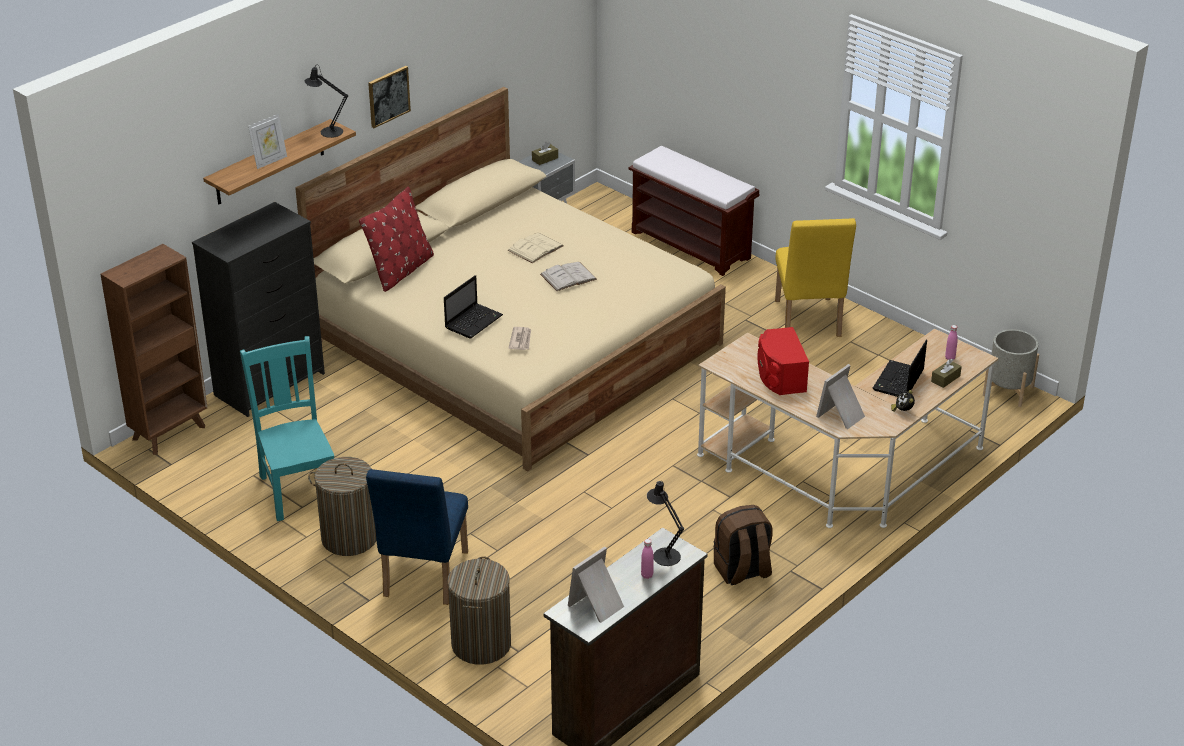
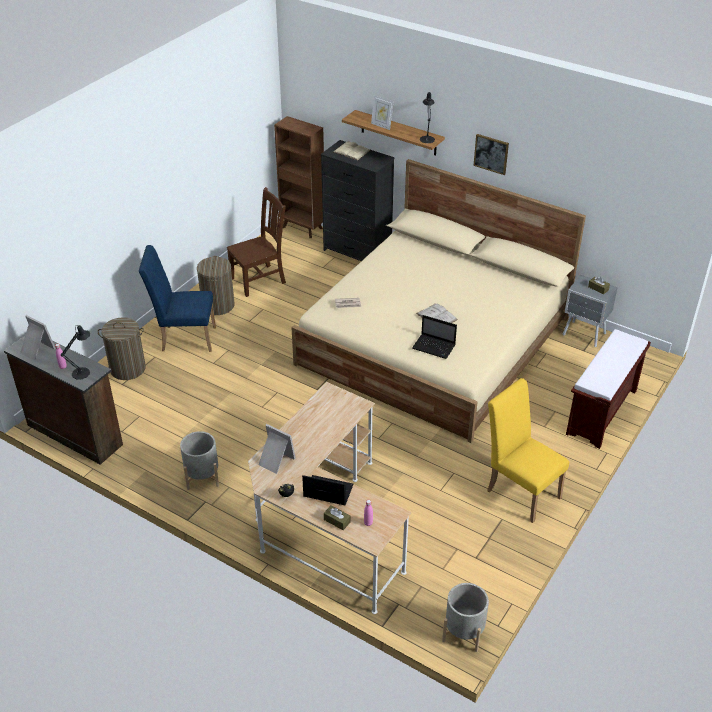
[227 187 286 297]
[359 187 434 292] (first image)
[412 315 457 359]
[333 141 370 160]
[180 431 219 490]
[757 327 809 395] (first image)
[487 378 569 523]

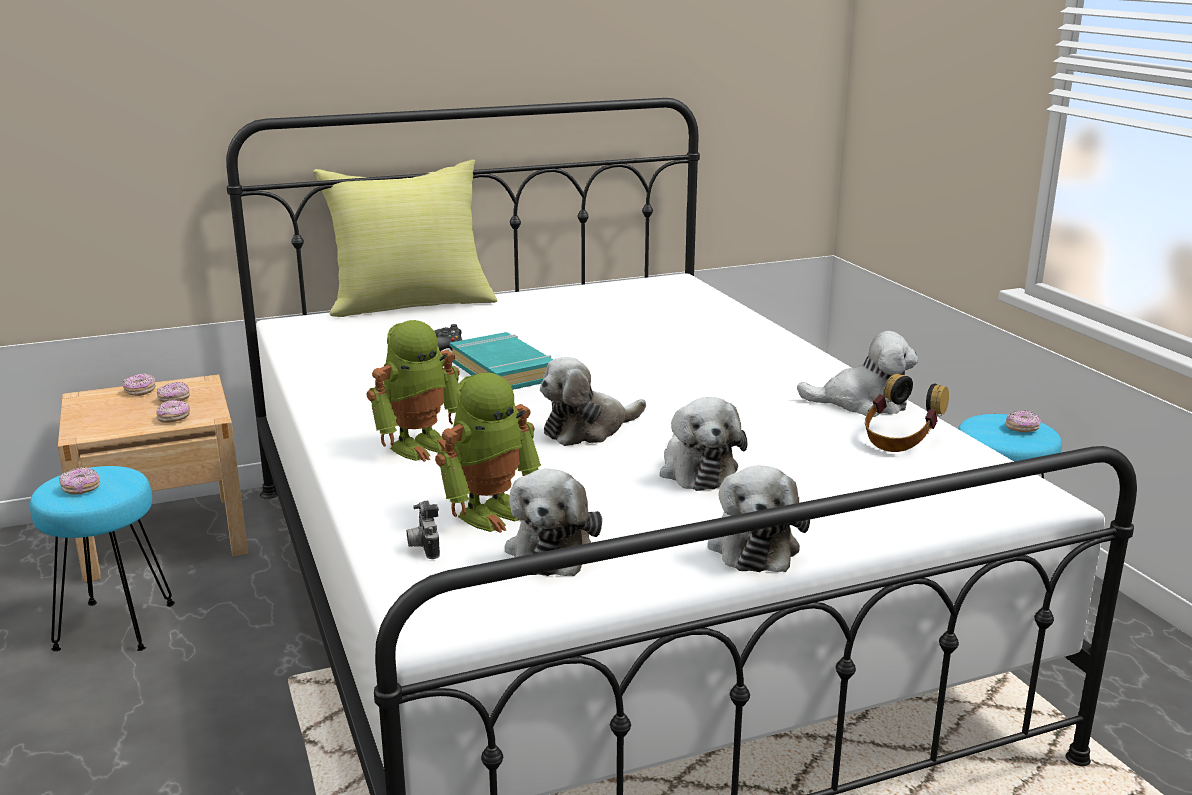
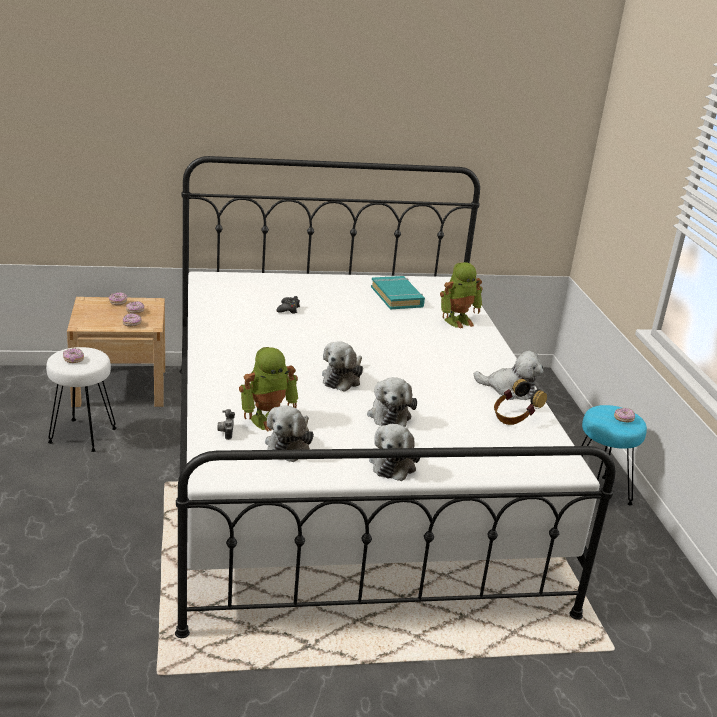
[46 347 117 452]
[313 160 497 317] (first image)
[440 262 483 329]
[371 276 425 309]
[322 341 363 392]

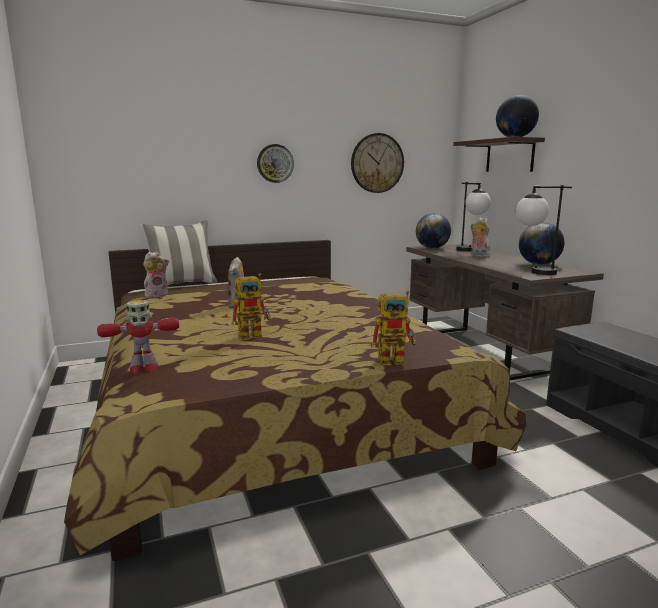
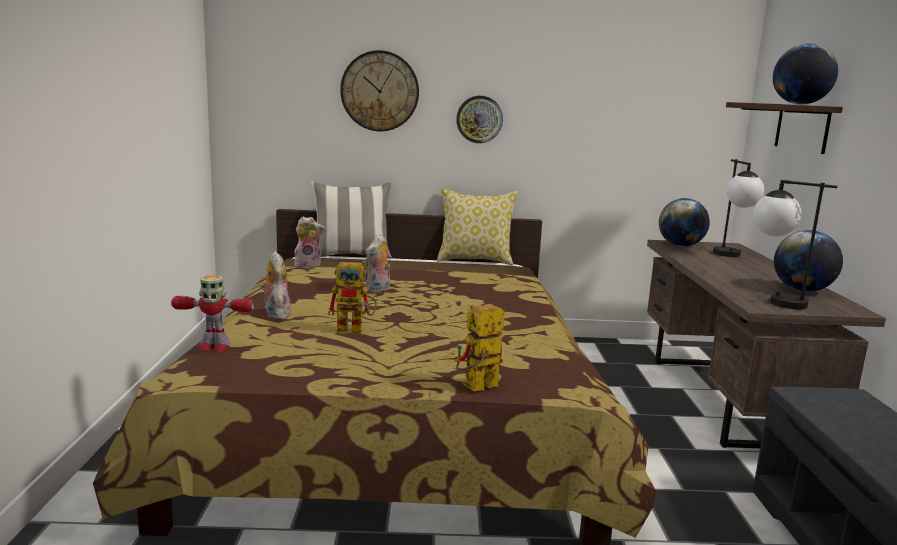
[340 50 419 131]
[454 304 504 391]
[260 251 291 319]
[437 188 517 265]

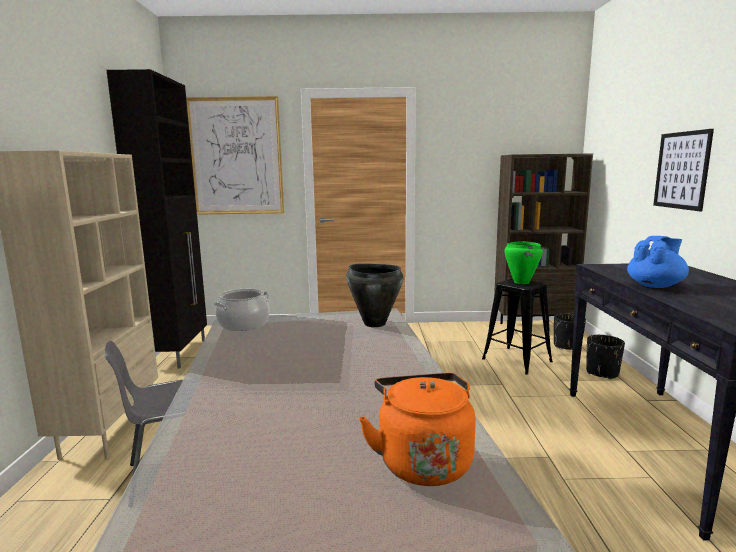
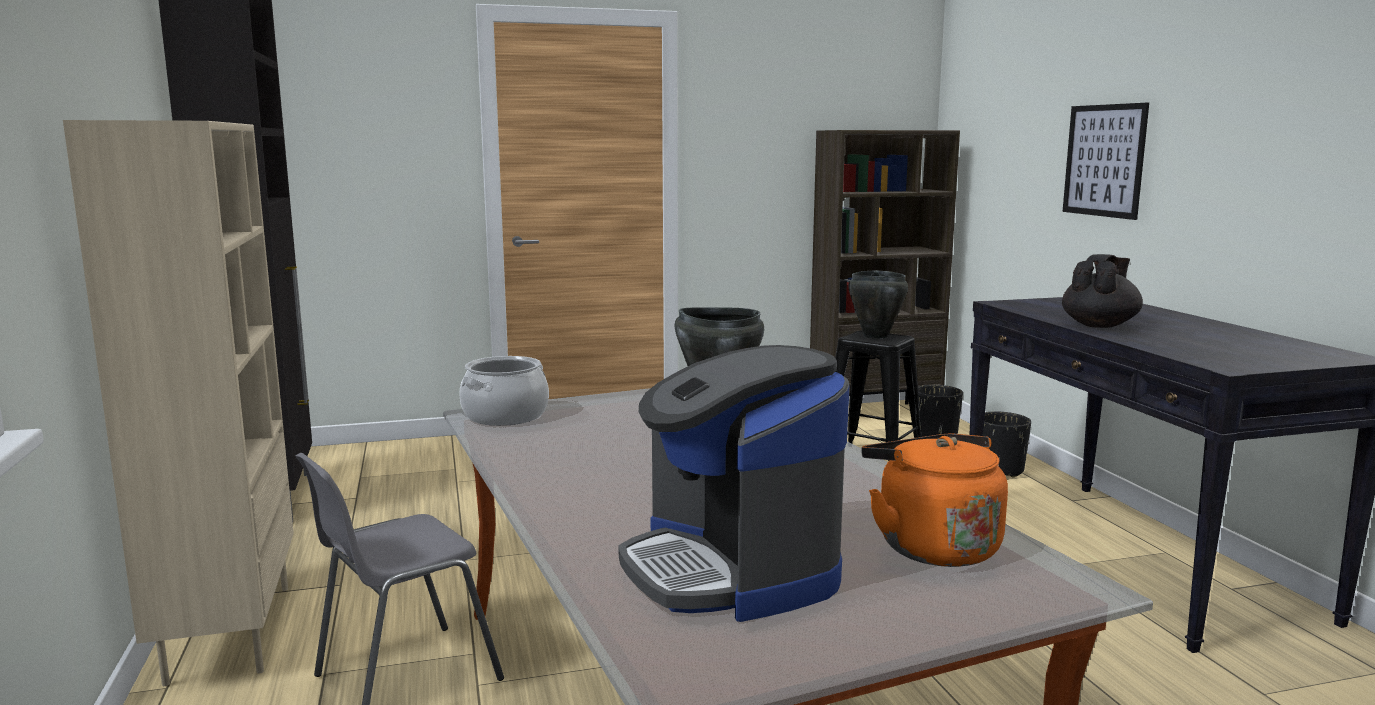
[186 96 284 215] (first image)
[849 270 908 339]
[1062 254 1143 328]
[618 345 849 622]

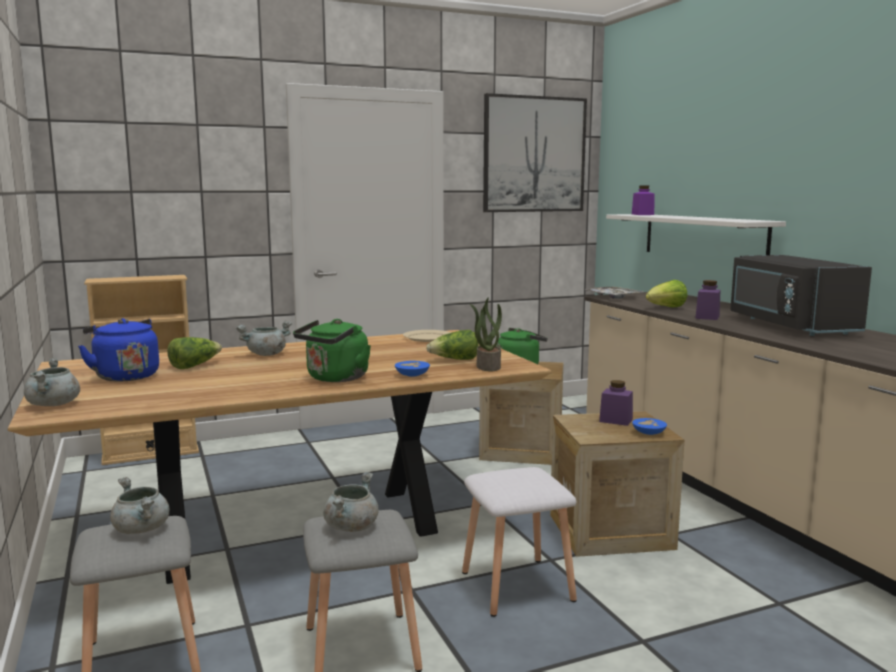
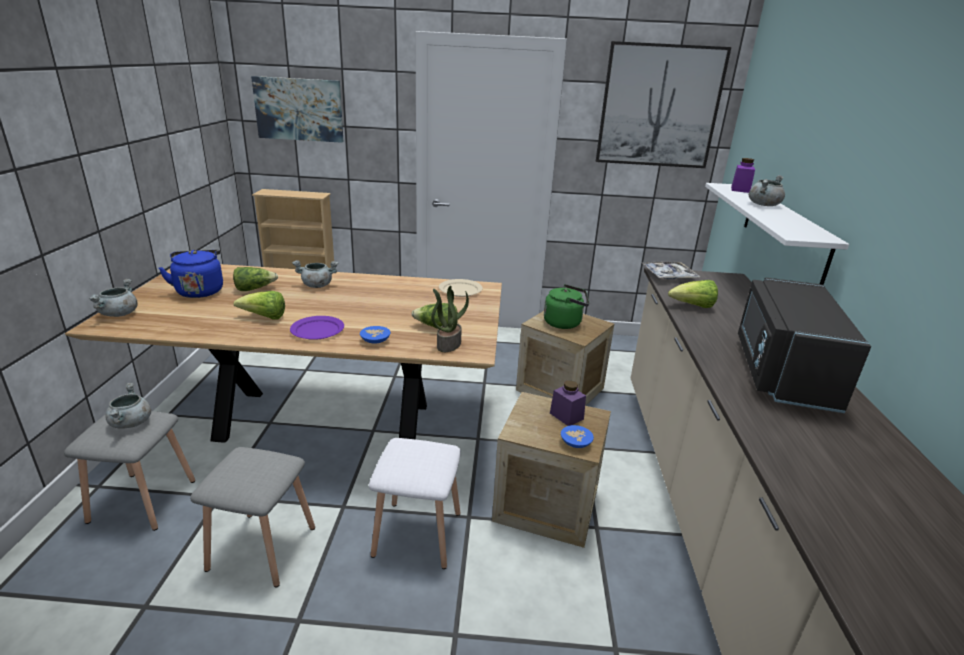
[290 316 344 340]
[749 175 785 206]
[695 280 720 320] (first image)
[234 291 285 319]
[251 76 343 143]

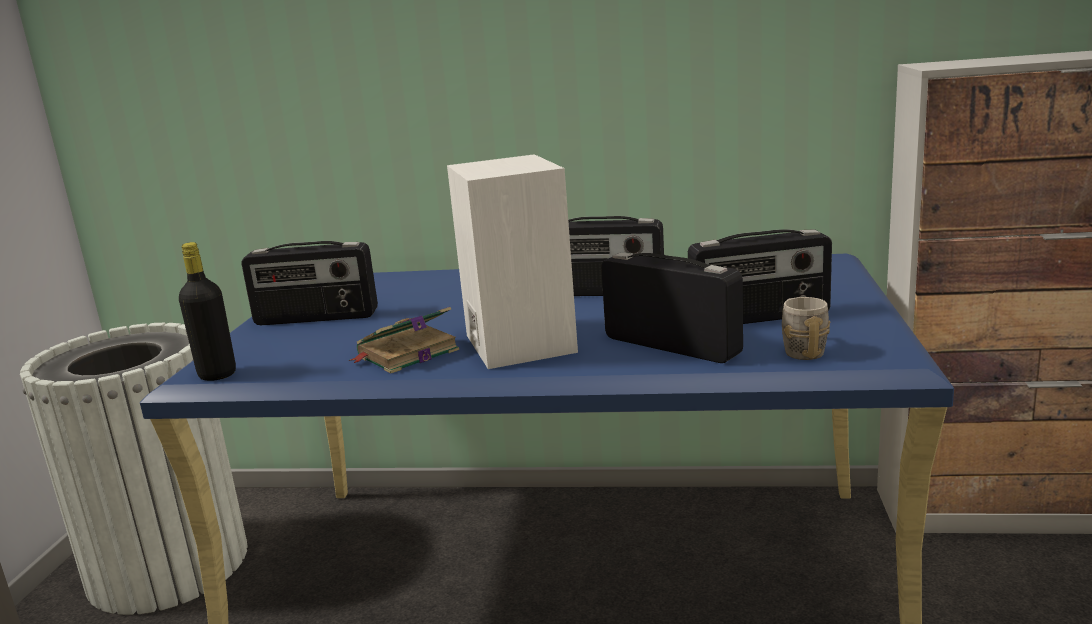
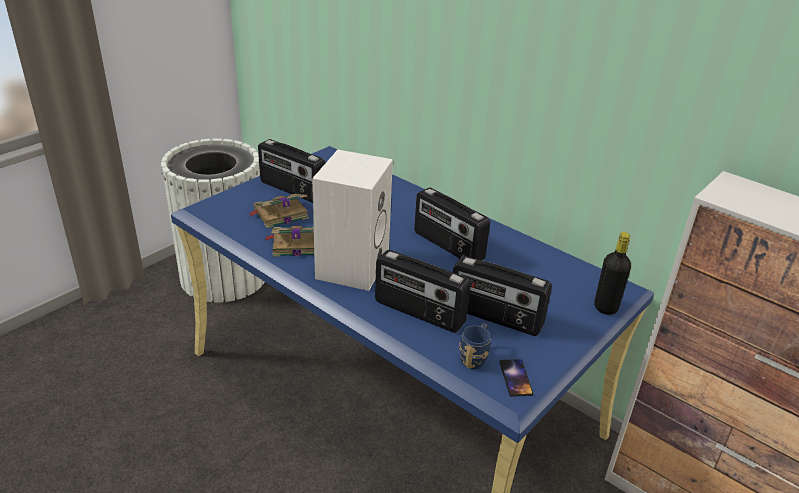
[594 232 631 315]
[375 250 471 333]
[459 323 491 369]
[248 194 309 228]
[500 359 533 397]

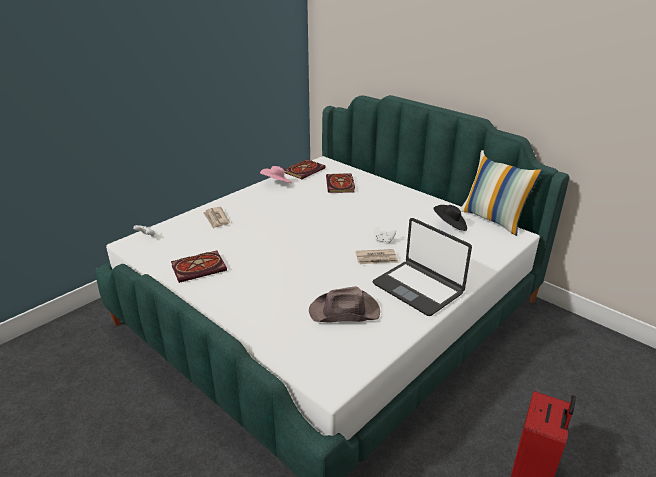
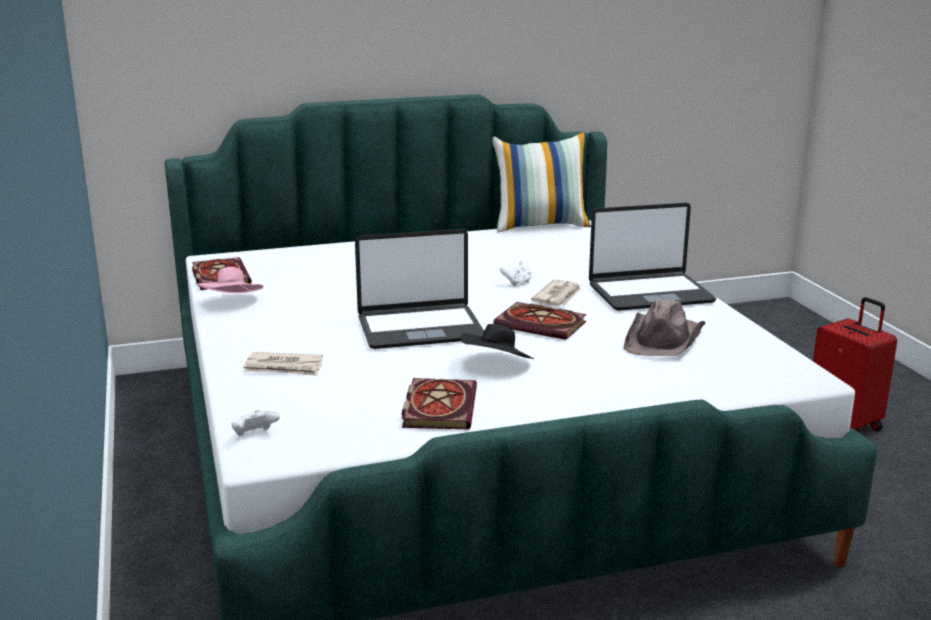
[493 302 587 340]
[460 324 534 359]
[355 229 484 349]

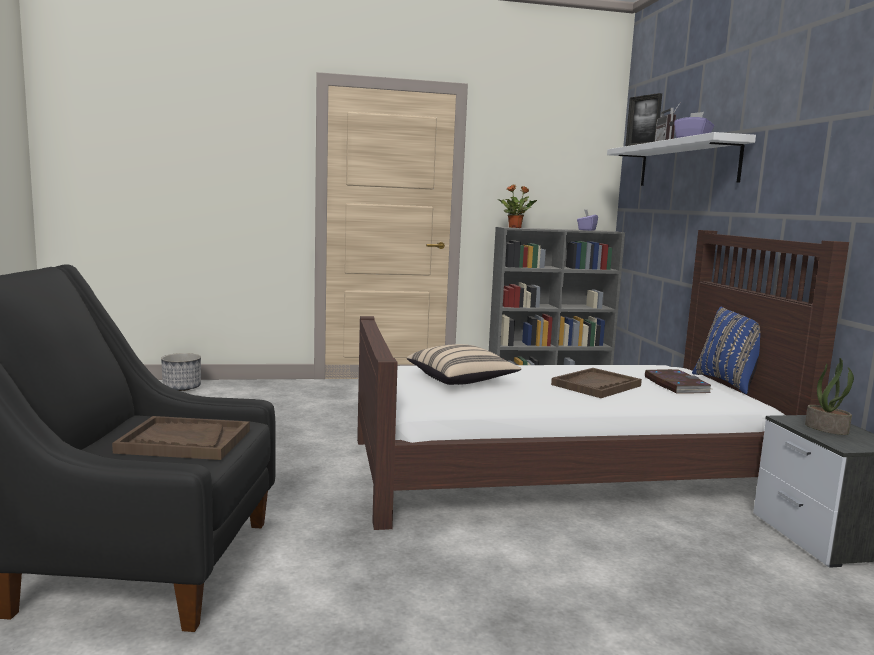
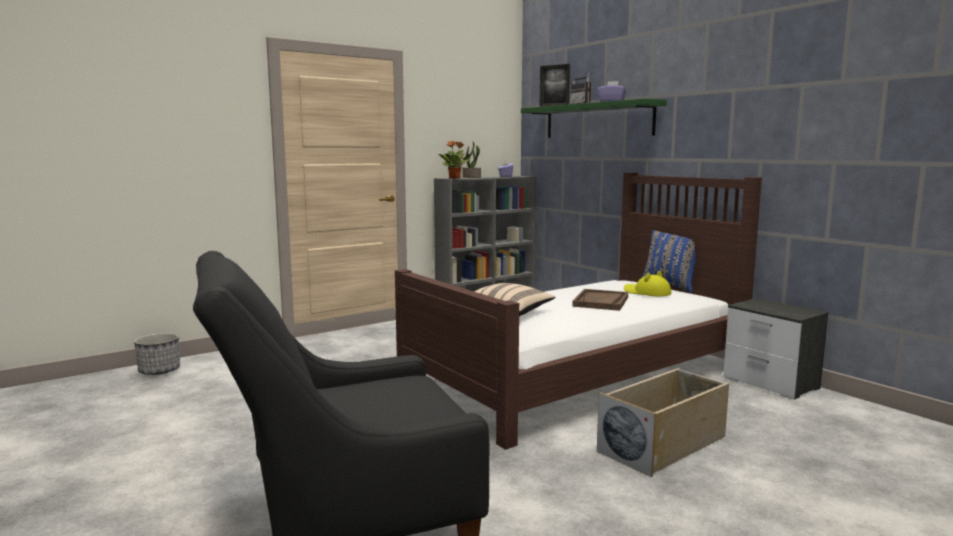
[112 416 250 460] (first image)
[521 98 667 138]
[624 271 671 296]
[462 142 481 178]
[597 368 729 477]

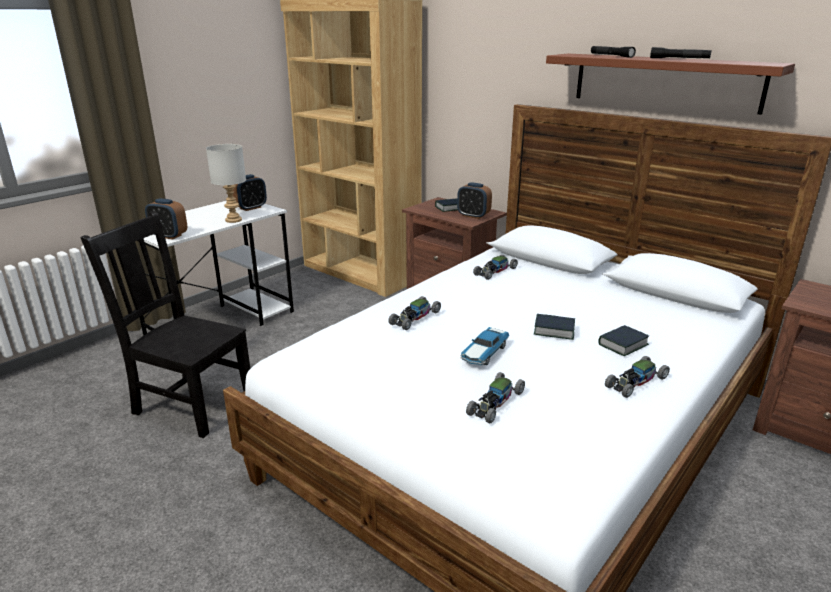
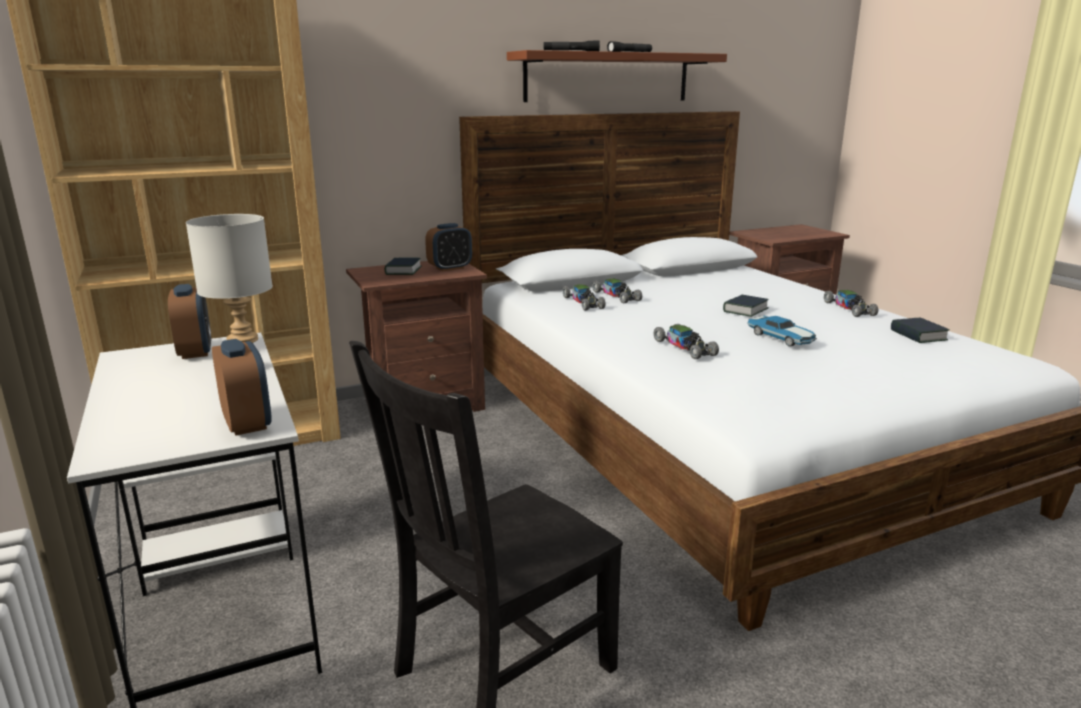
[212 339 272 436]
[592 278 642 303]
[891 318 950 343]

